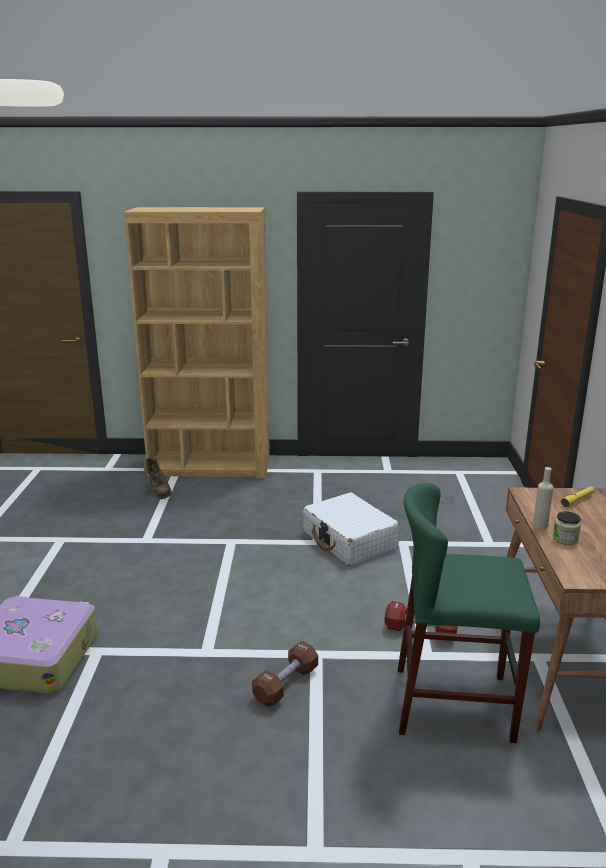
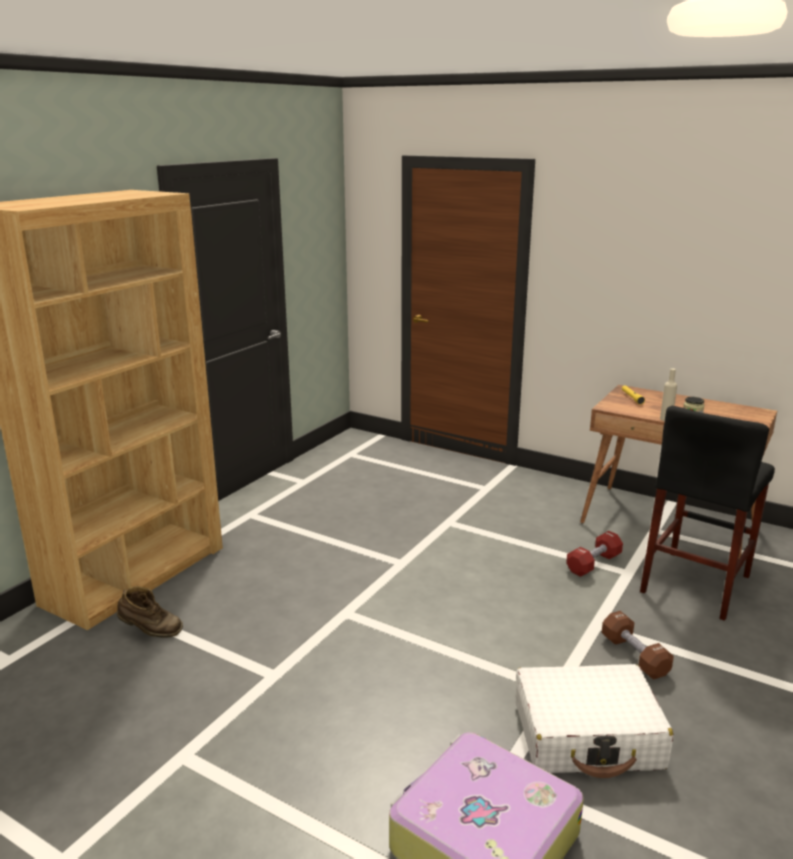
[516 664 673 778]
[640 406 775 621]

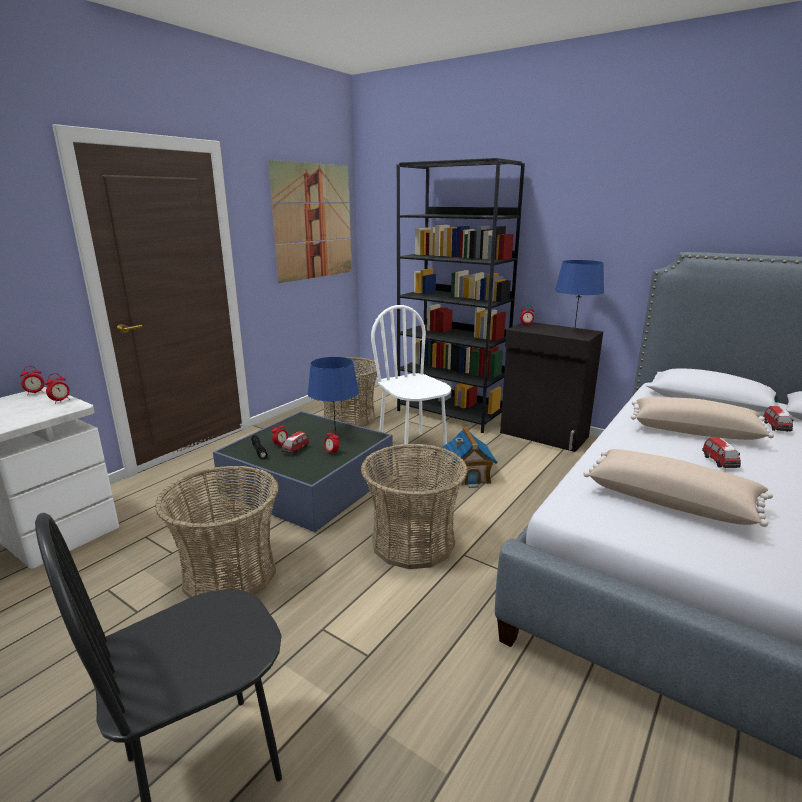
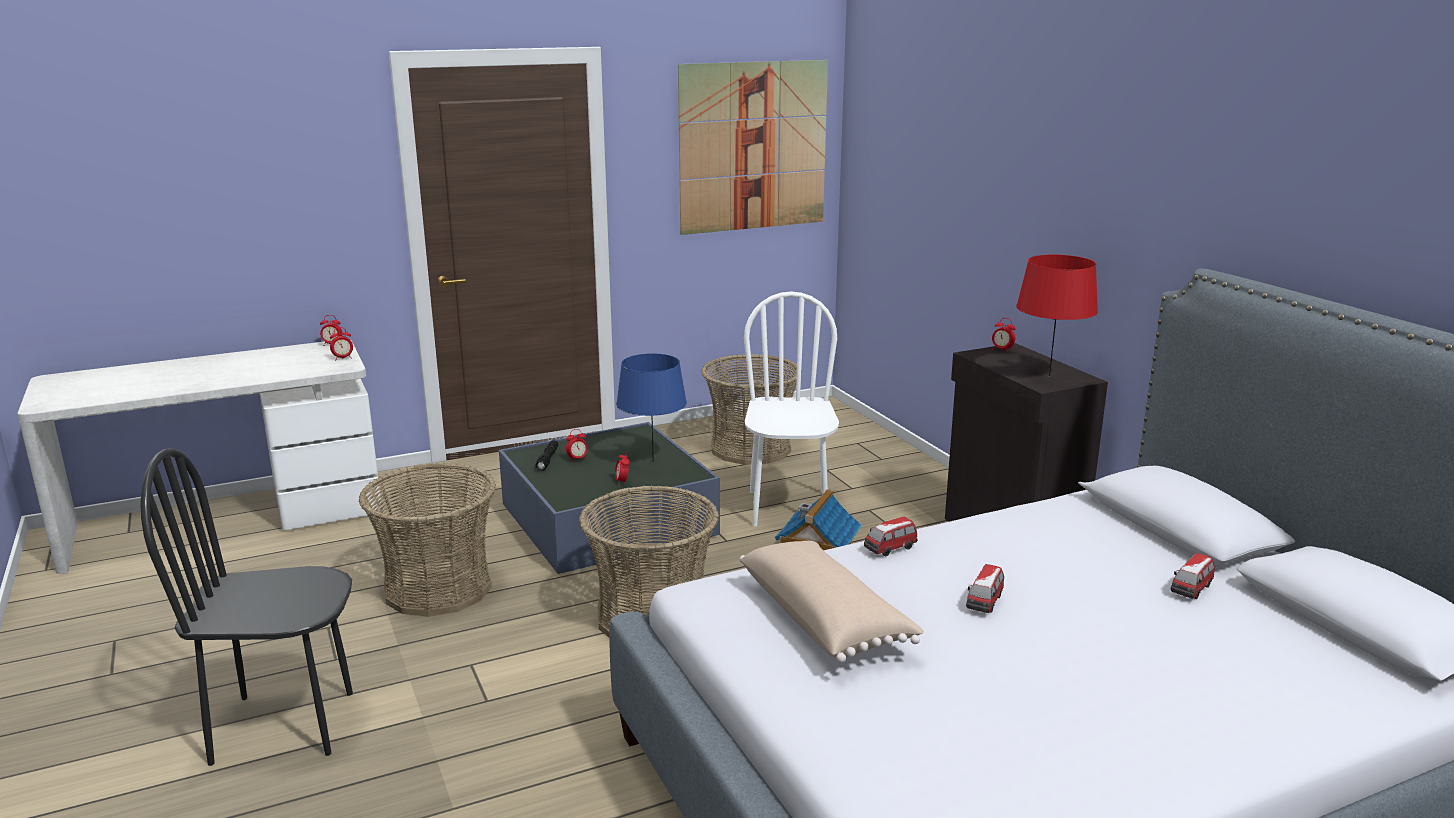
[864 517 917 556]
[397 158 525 433] (first image)
[1016 255 1098 377]
[631 397 774 440] (first image)

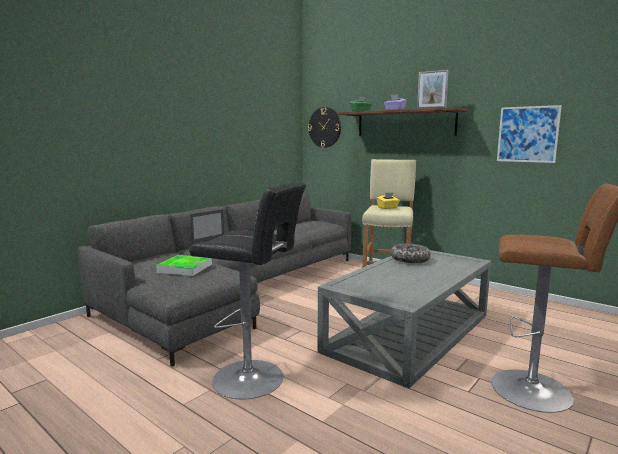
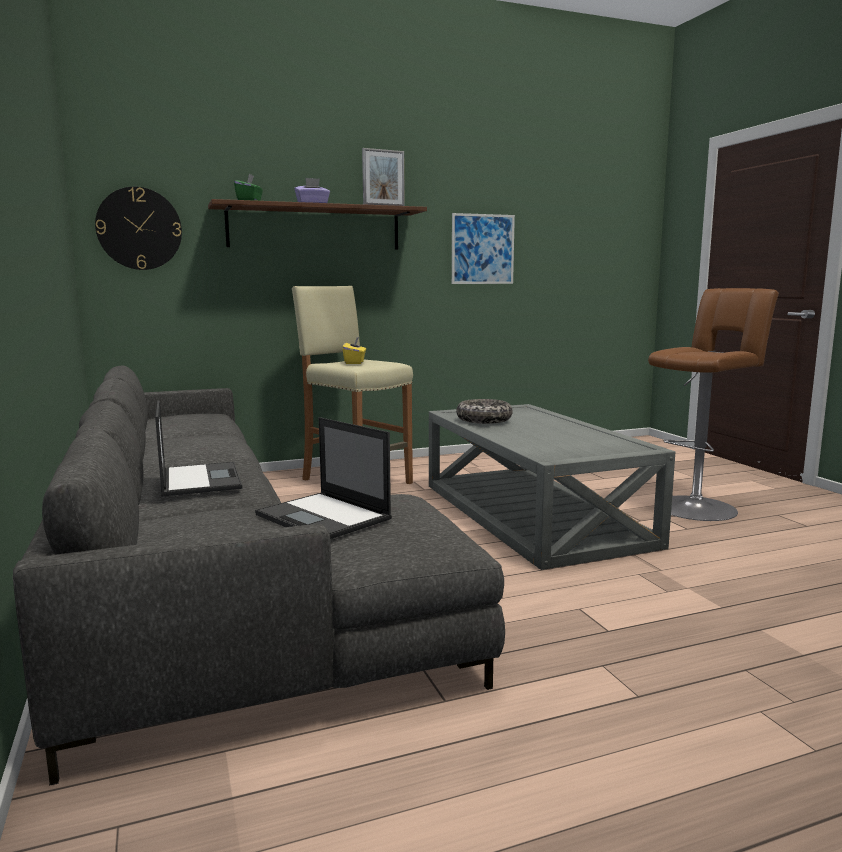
[255 417 392 539]
[189 181 306 400] (first image)

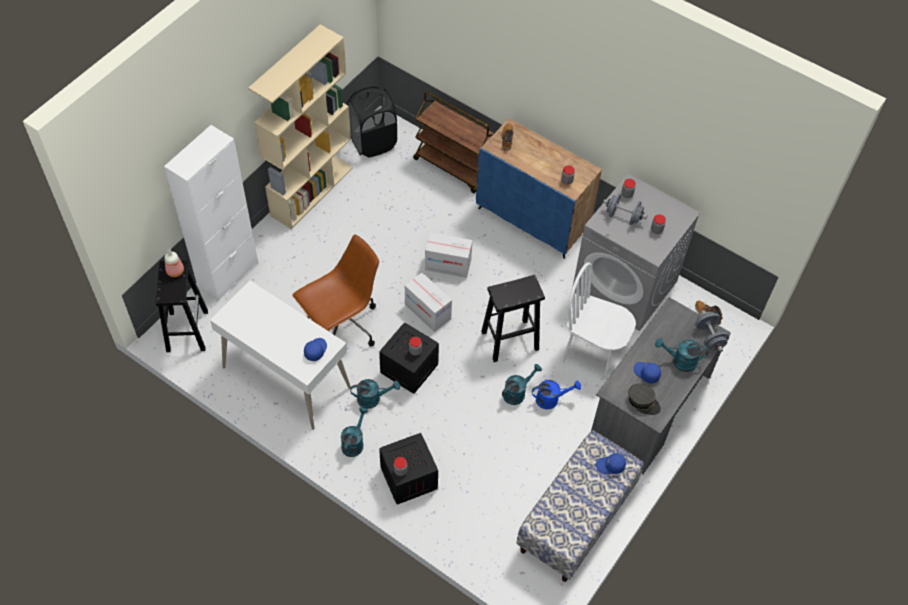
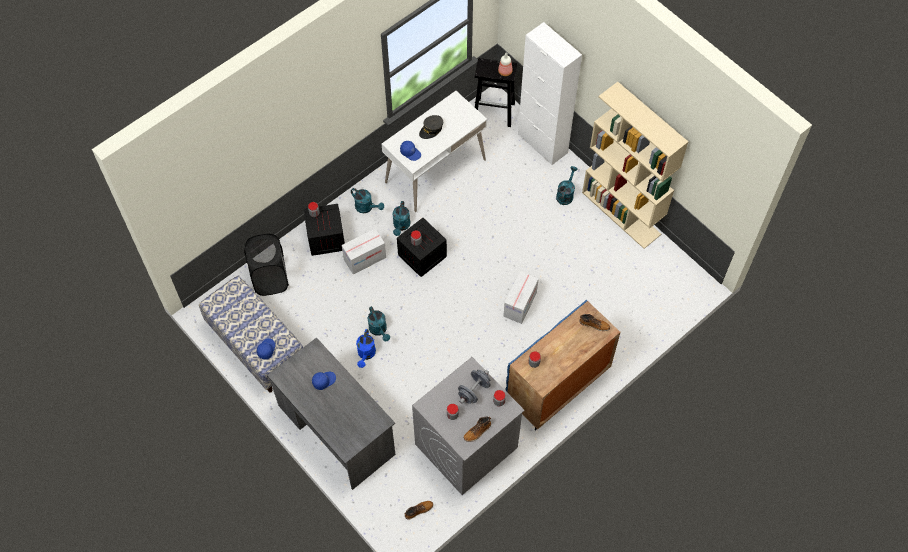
[293 235 379 346] (first image)
[244 234 289 296]
[342 229 386 275]
[413 92 494 193] (first image)
[481 275 545 362] (first image)
[562 262 636 379] (first image)
[419 115 443 139]
[556 166 578 205]
[695 310 729 352] (first image)
[463 416 491 442]

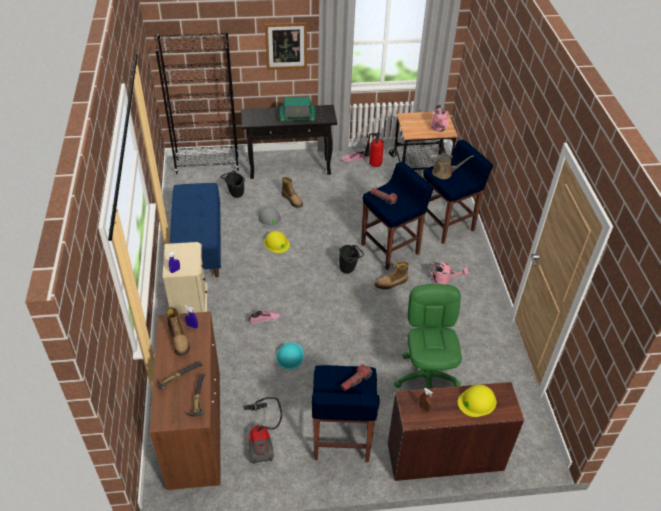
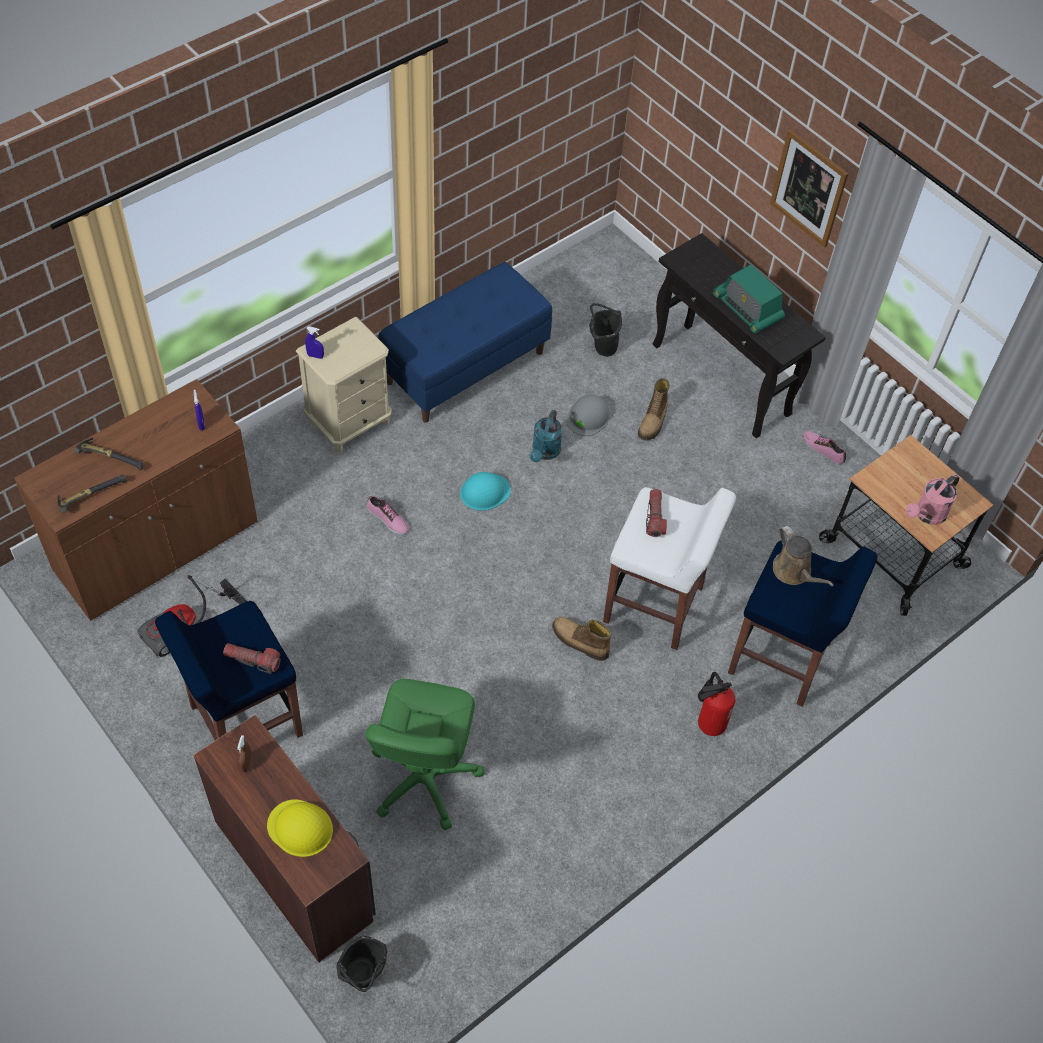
[155 32 239 174] (first image)
[166 307 190 356] (first image)
[530 410 562 462]
[460 472 511 511]
[336 936 387 992]
[603 487 736 650]
[698 672 735 736]
[365 679 485 830]
[428 262 468 285] (first image)

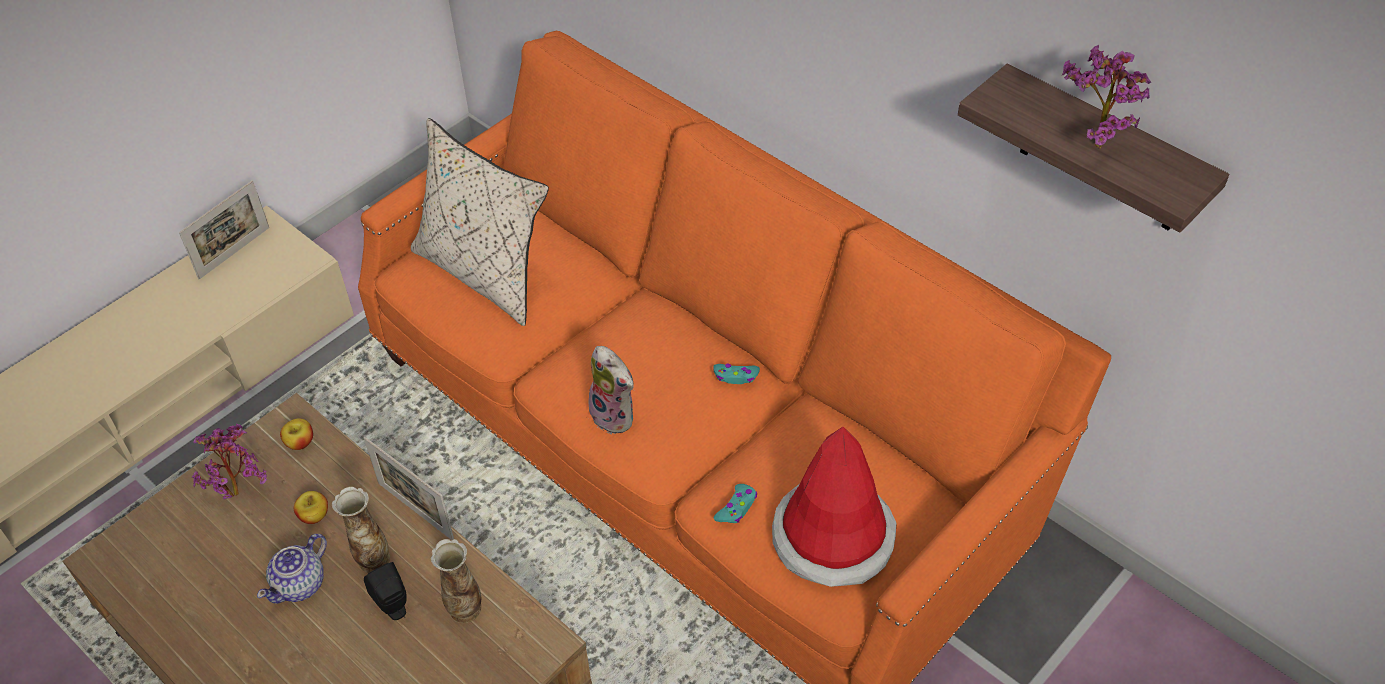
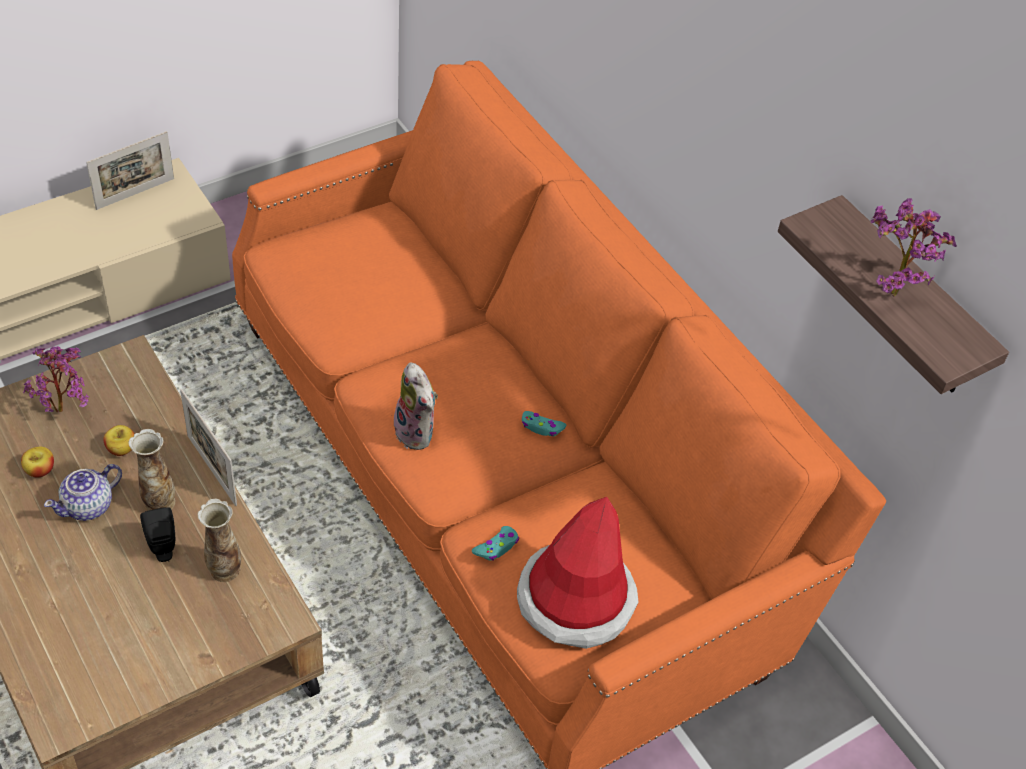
[21 447 54 478]
[411 118 549 326] (first image)

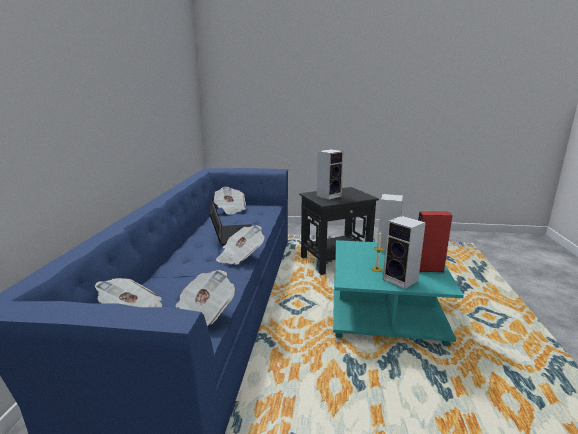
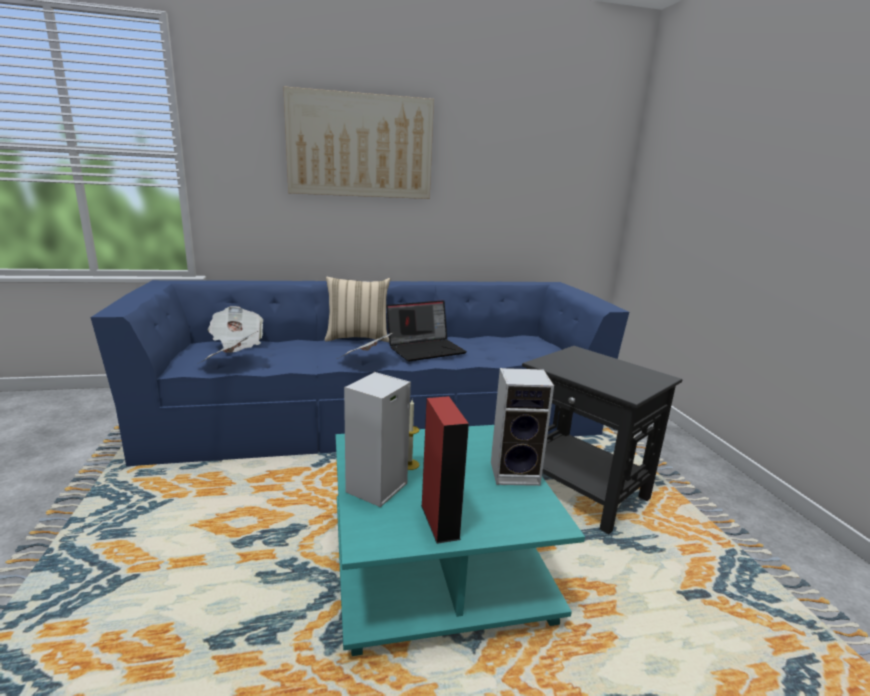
[214 187 246 215] (first image)
[317 149 344 200] (first image)
[283 86 434 199]
[324 277 390 342]

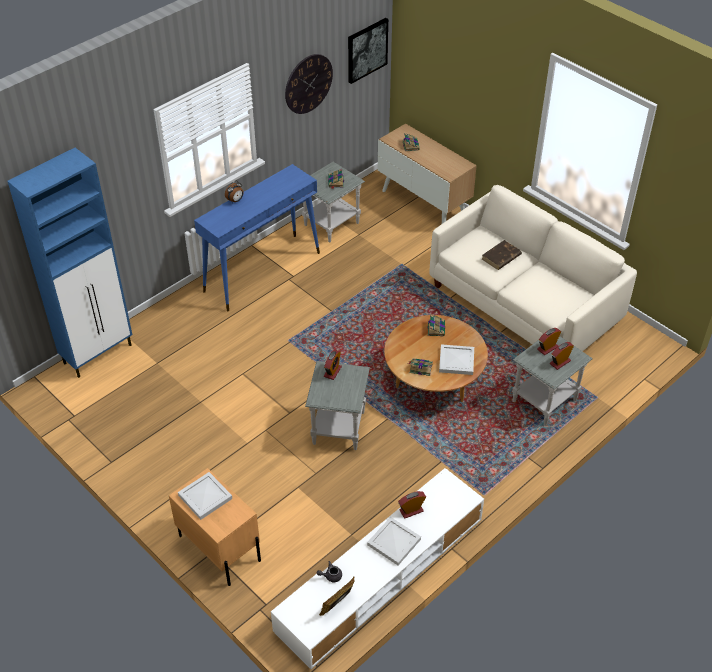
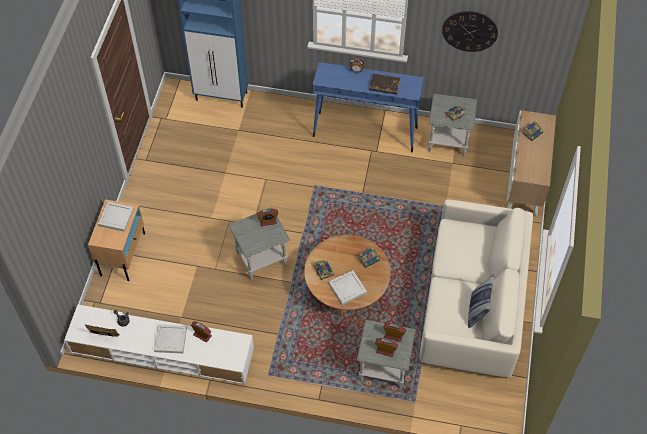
[348 18 388 84] (first image)
[369 74 400 95]
[468 274 494 328]

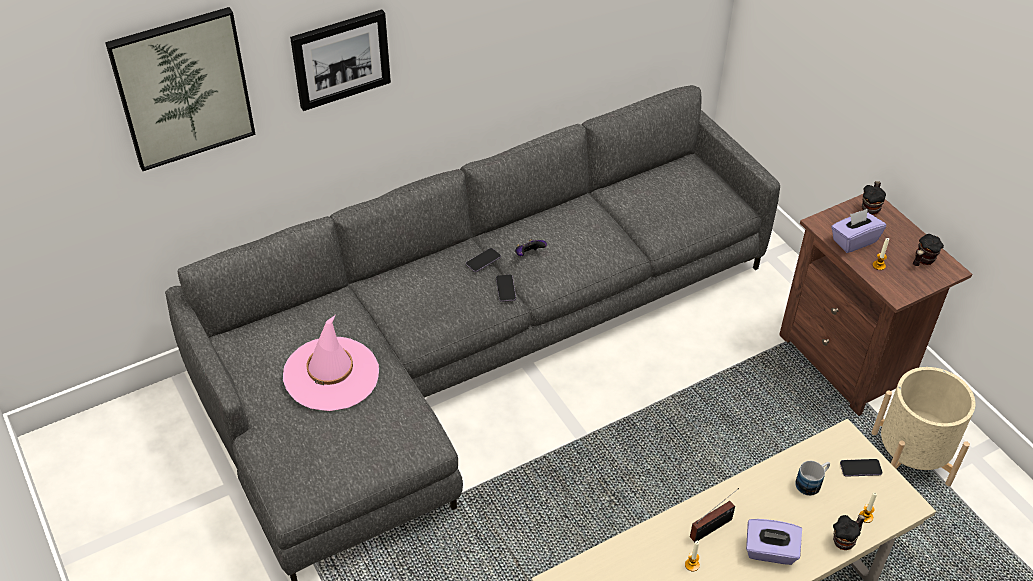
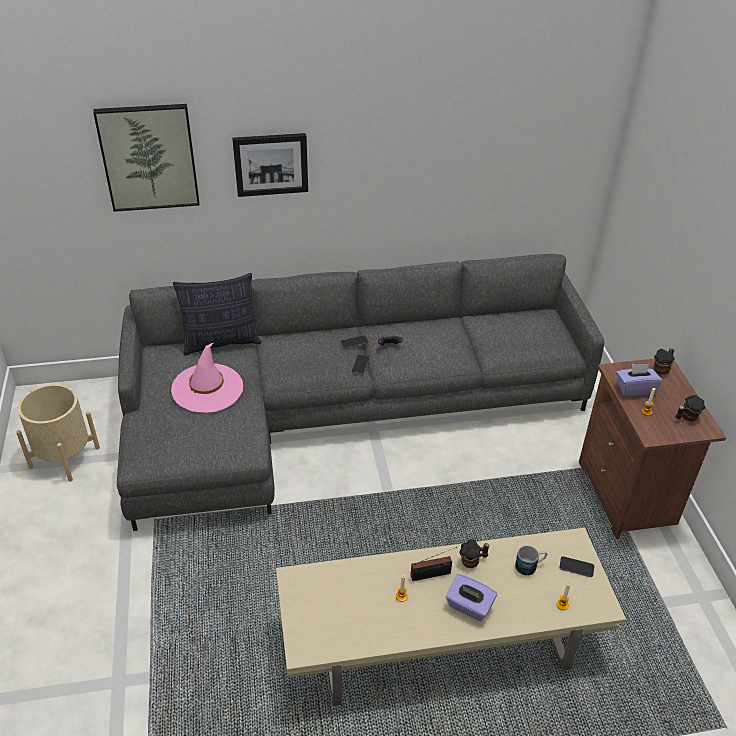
[459 539 490 568]
[16 384 100 482]
[173 273 261 356]

